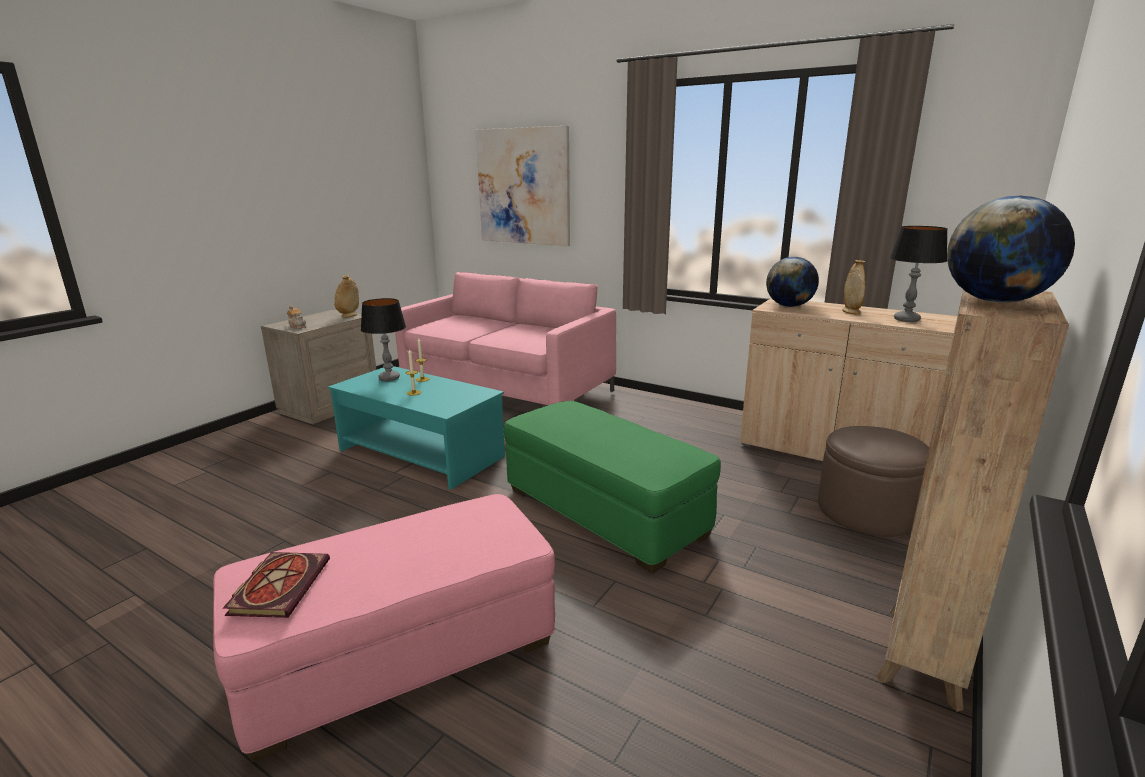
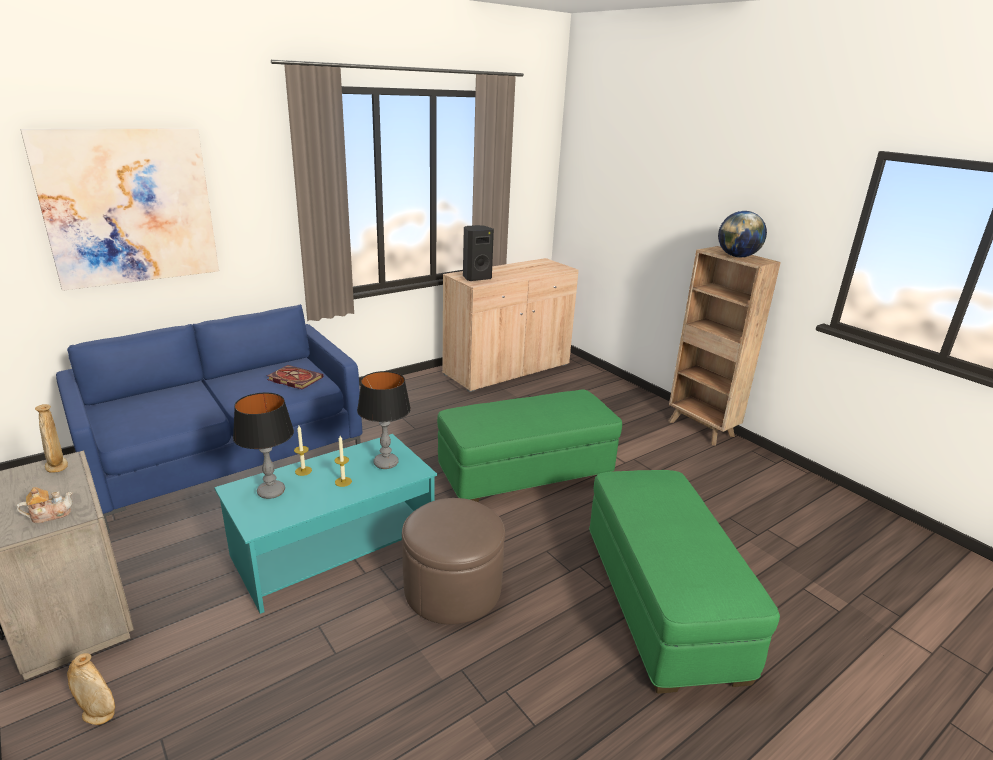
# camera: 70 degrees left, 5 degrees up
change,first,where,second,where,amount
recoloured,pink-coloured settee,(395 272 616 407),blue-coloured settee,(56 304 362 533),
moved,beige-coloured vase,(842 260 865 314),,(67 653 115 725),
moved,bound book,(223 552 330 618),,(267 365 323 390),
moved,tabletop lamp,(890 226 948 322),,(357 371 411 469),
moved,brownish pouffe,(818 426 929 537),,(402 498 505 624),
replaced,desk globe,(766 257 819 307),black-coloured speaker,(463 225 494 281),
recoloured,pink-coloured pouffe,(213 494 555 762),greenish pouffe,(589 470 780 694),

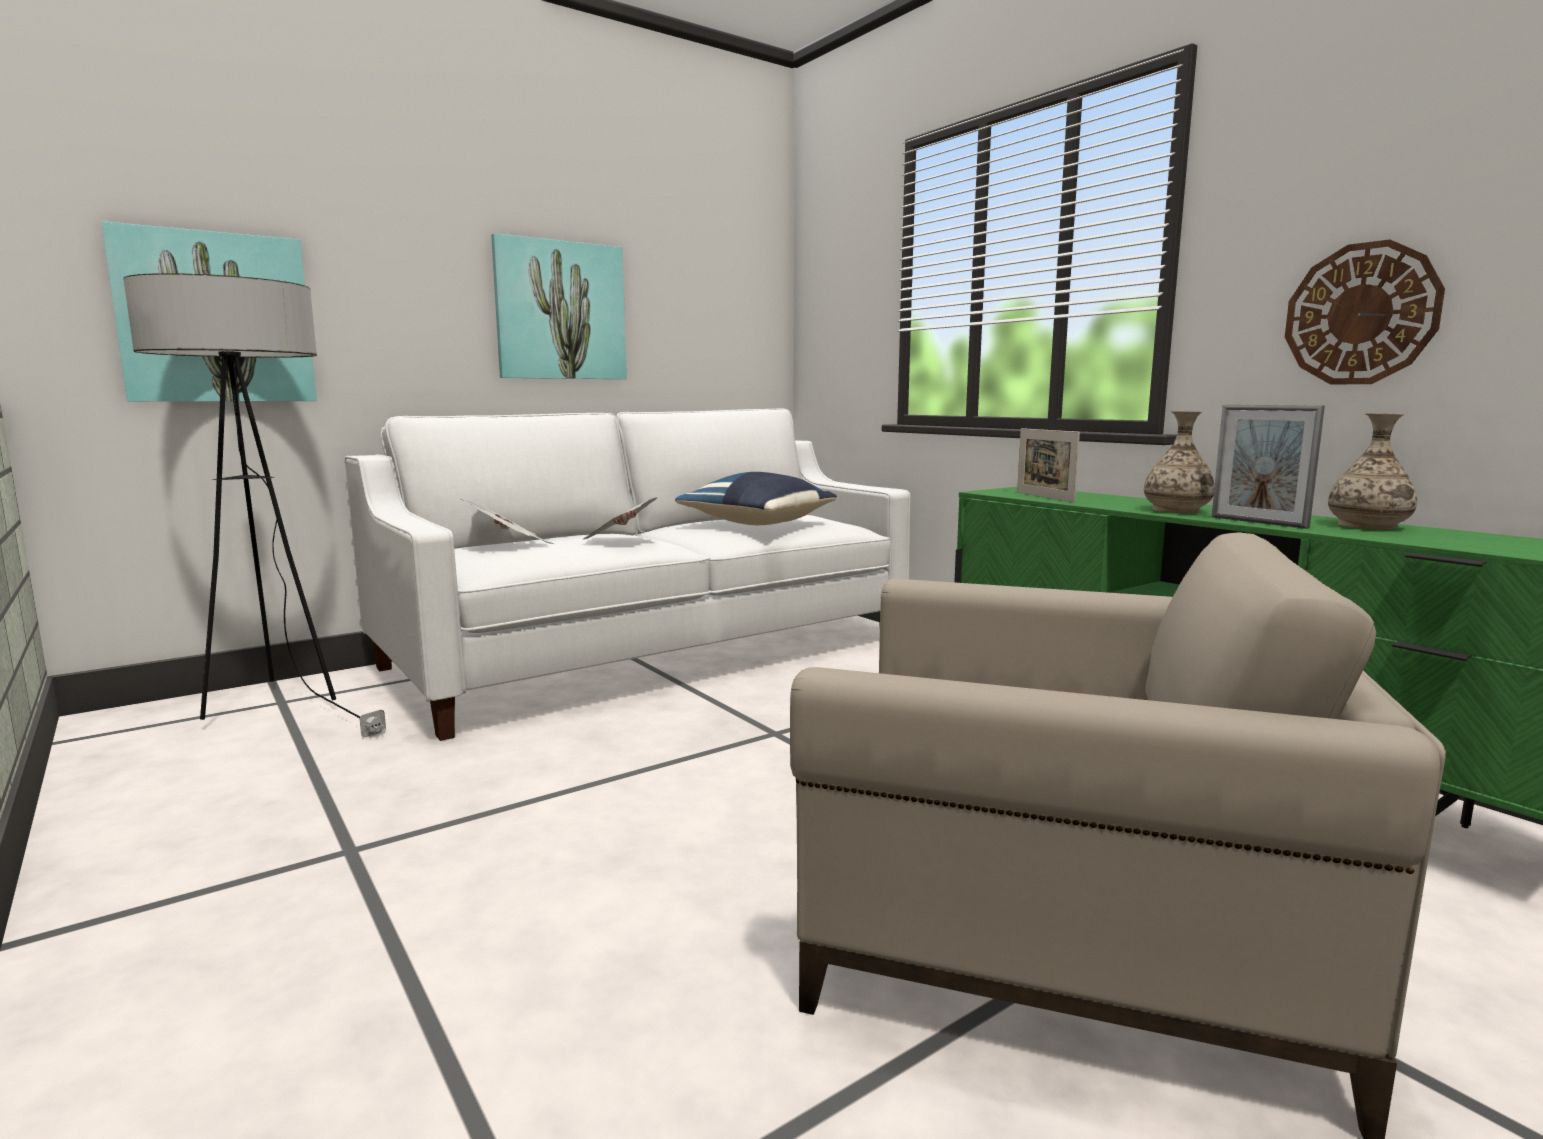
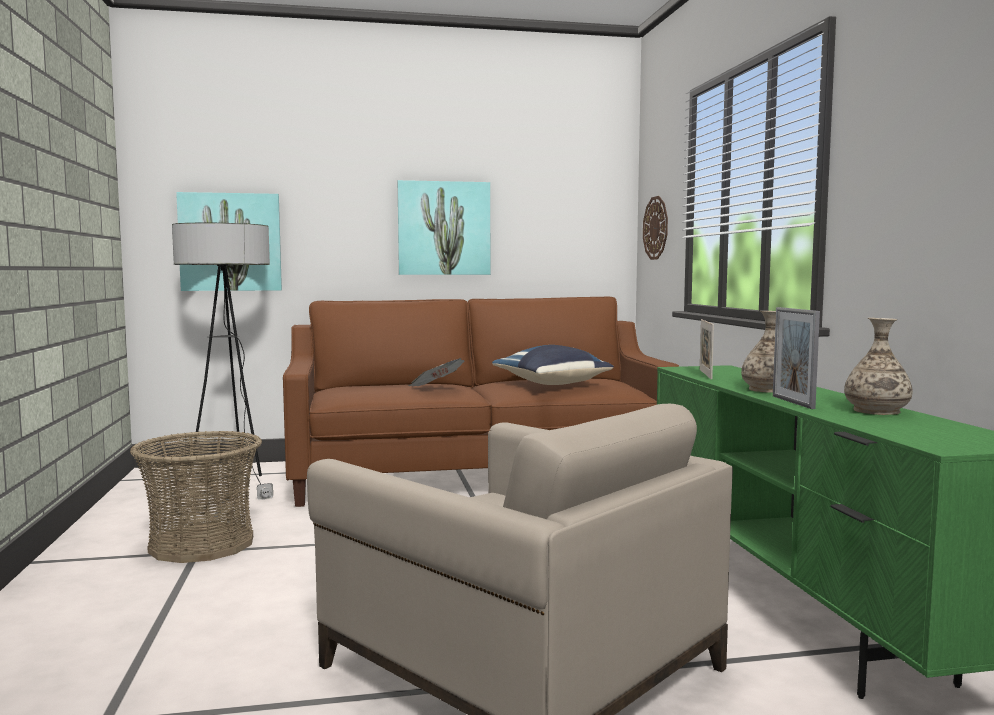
# camera: 25 degrees right, 5 degrees down
change,first,where,second,where,amount
added,,,household basket,(130 431 262 563),
recoloured,whitish settee,(345 409 911 741),brownish settee,(283 297 679 507),
moved,clock on the wall,(1285 239 1445 385),,(643 196 668 260),
removed,daily paper,(460 499 554 544),,,

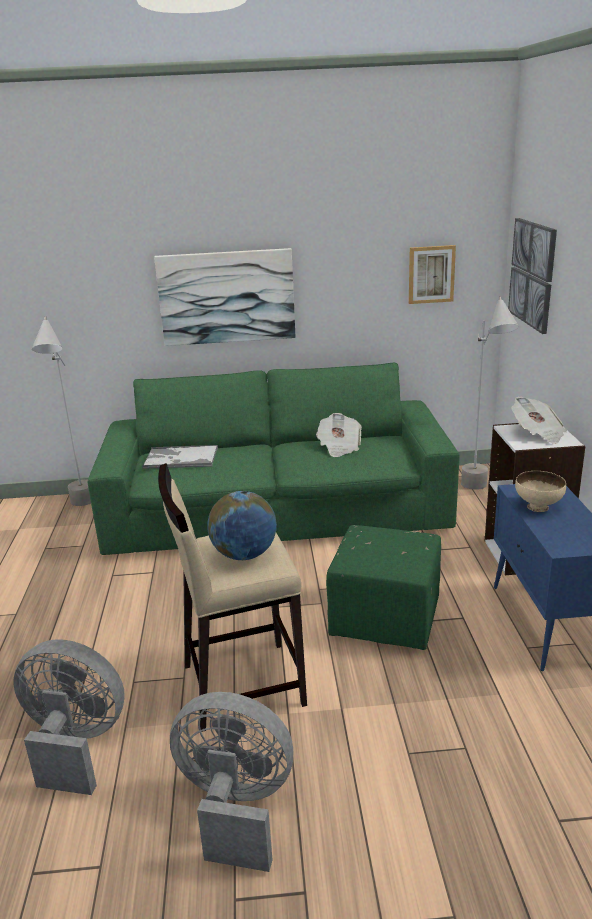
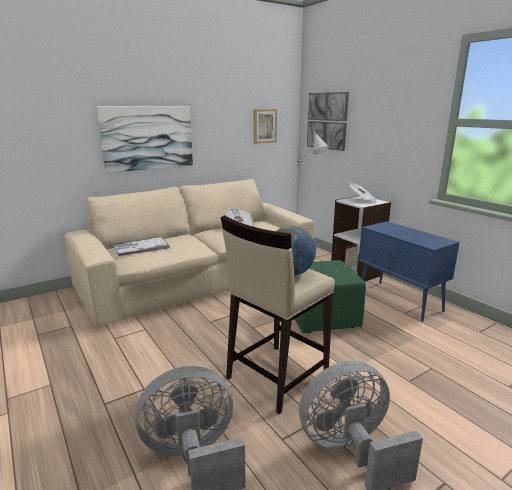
# camera: 30 degrees left, 5 degrees down
change,first,where,second,where,amount
recoloured,greenish settee,(88 363 460 555),beige-coloured settee,(64 179 314 327),
removed,gray standing lamp,(32 316 91 506),,,
removed,beige-coloured bowl,(515 471 566 512),,,

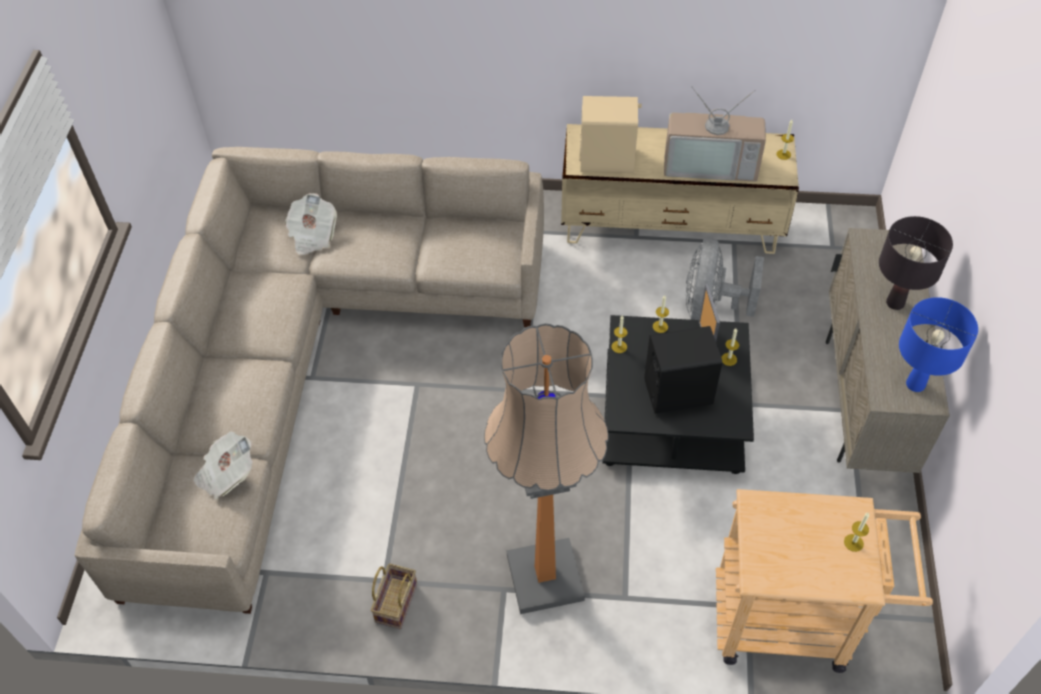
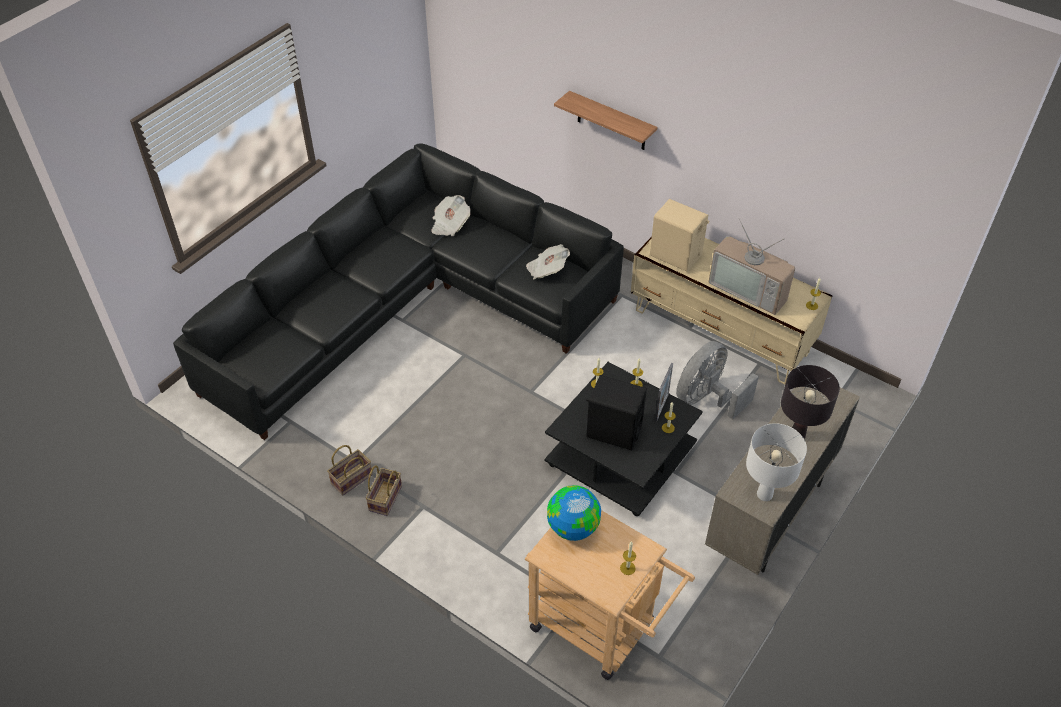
# camera: 30 degrees right, 5 degrees down
change,first,where,second,where,amount
recoloured,beige-coloured settee,(74 147 544 614),black-coloured settee,(173 143 624 440),
added,,,household basket,(366 465 402 516),
moved,daily paper,(193 431 253 500),,(526 244 570 280),
added,,,desk globe,(547 485 601 541),
added,,,wall shelf,(554 91 658 150),
recoloured,blue-coloured tabletop lamp,(899 297 978 392),whitish tabletop lamp,(746 423 807 501),
removed,standing lamp,(484 323 609 614),,,

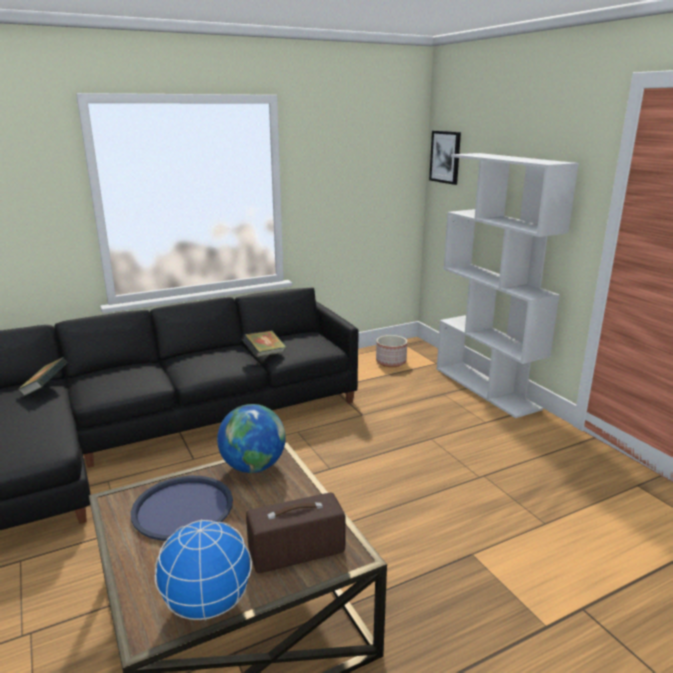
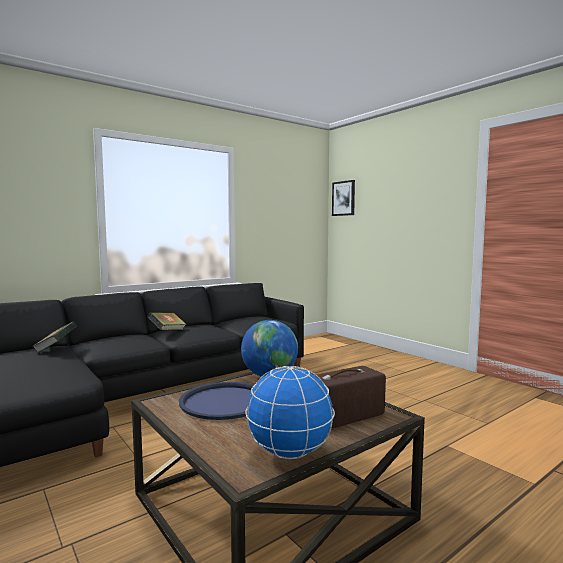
# camera: 10 degrees left, 15 degrees down
change,first,where,second,where,amount
moved,bound book,(242 331 286 357),,(148 312 186 330),
removed,flower pot,(376 335 407 367),,,
removed,whitish shelving unit,(437 153 579 418),,,

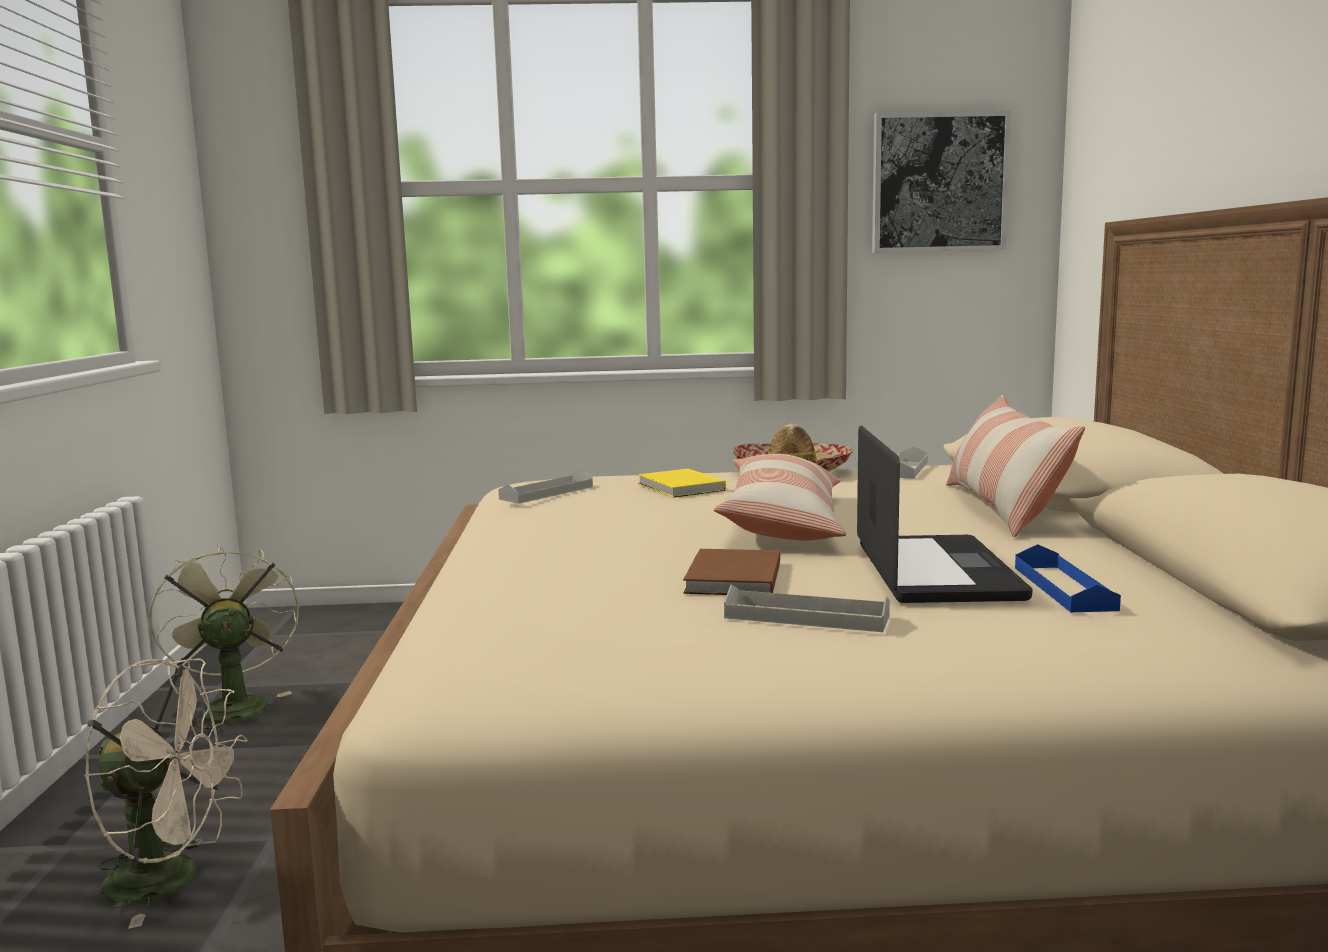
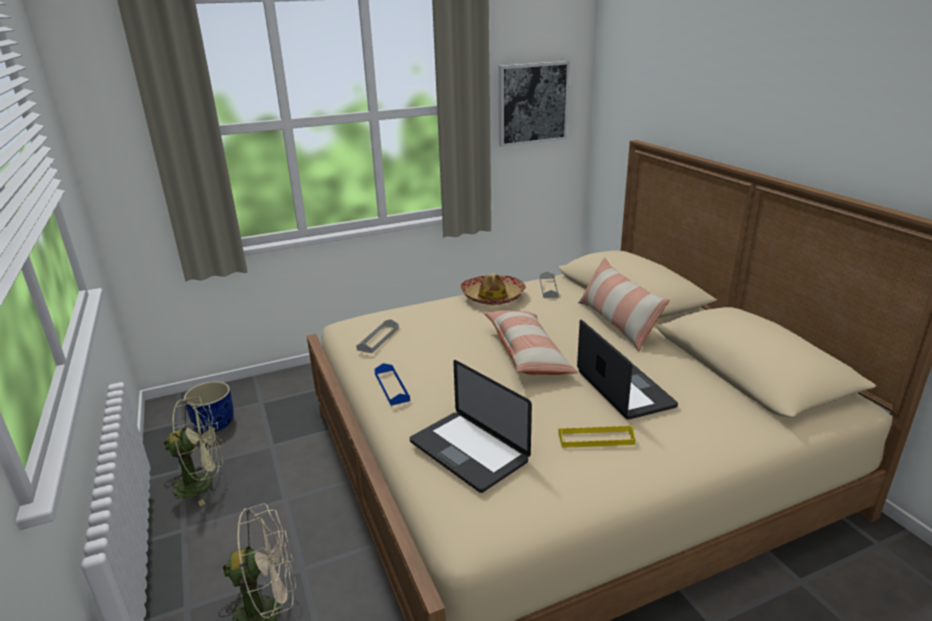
# camera: 20 degrees left, 15 degrees up
change,first,where,second,where,amount
turned,greenish fan,(149 544 299 733),,(163 396 224 506),120 degrees clockwise
added,,,blue-coloured flower pot,(184 381 234 433),
moved,blue-coloured serving tray,(1015 544 1121 612),,(374 363 410 406),
added,,,notebook computer,(410 360 532 493),
recoloured,gray serving tray,(724 585 890 632),yellowish serving tray,(558 425 635 448),
removed,yellowish bound book,(638 469 726 498),,,
removed,brownish bound book,(683 549 780 595),,,

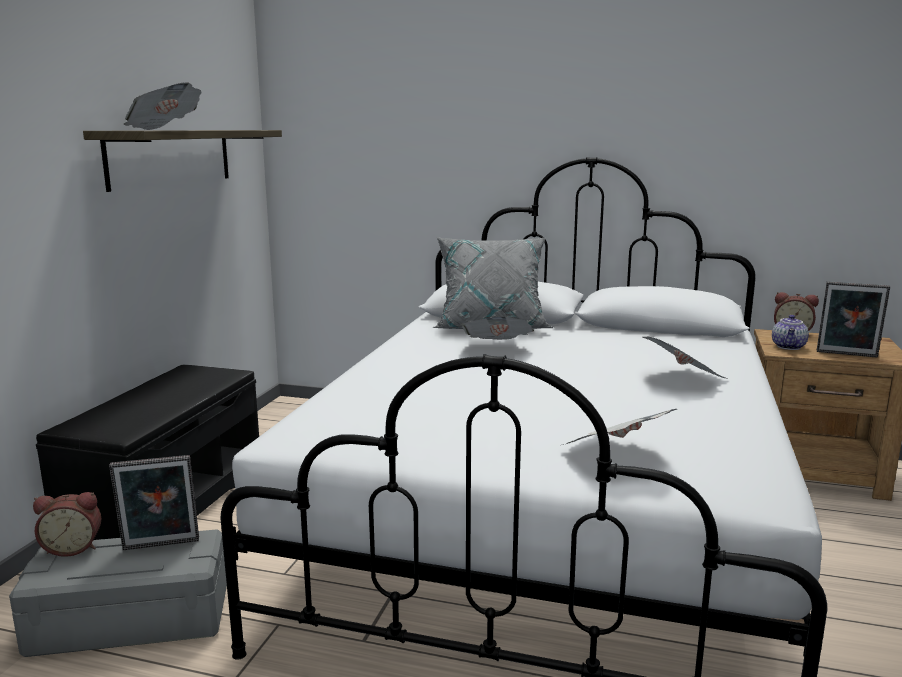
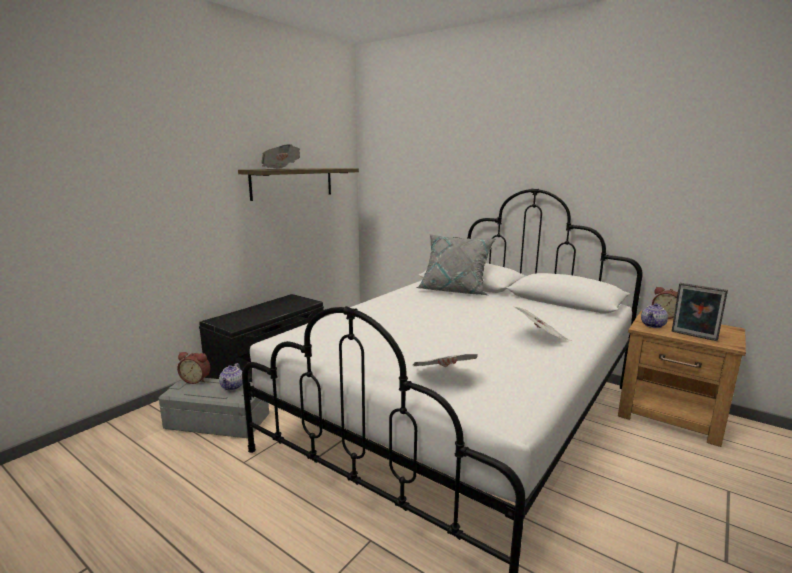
# camera: 20 degrees right, 0 degrees up
change,first,where,second,where,amount
replaced,standing frame,(109 455 199 550),pot for tea,(219 363 243 391),
removed,daily paper,(460 316 534 340),,,

